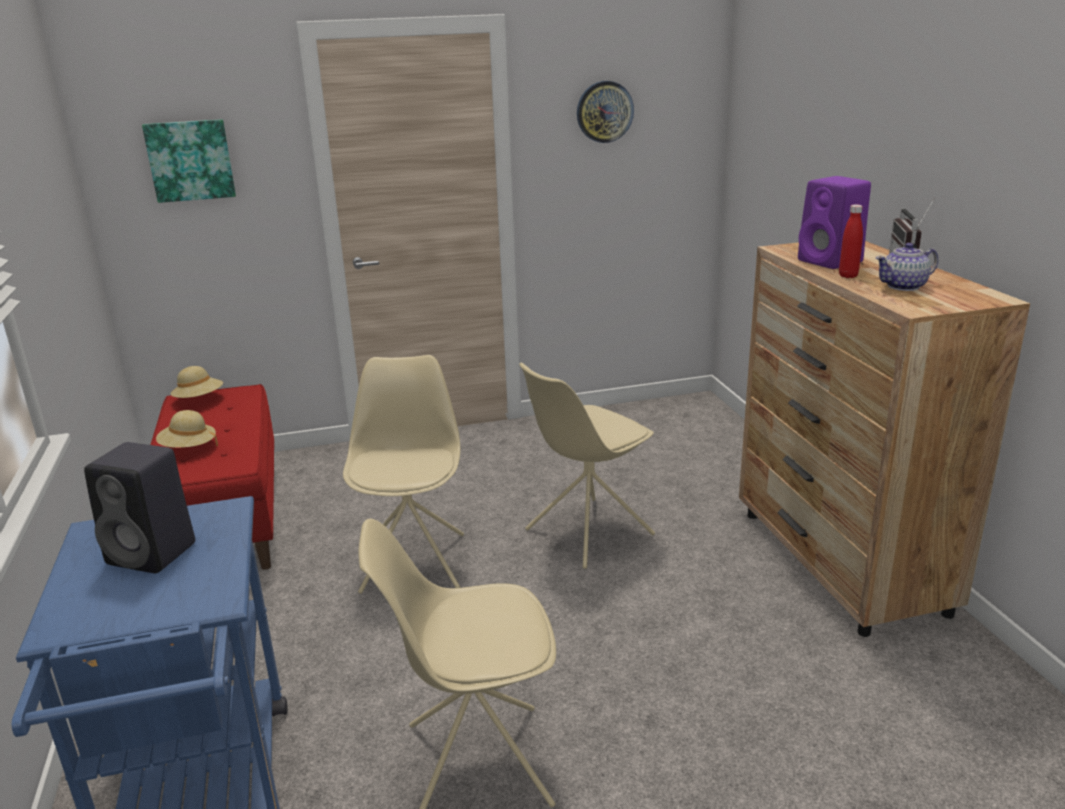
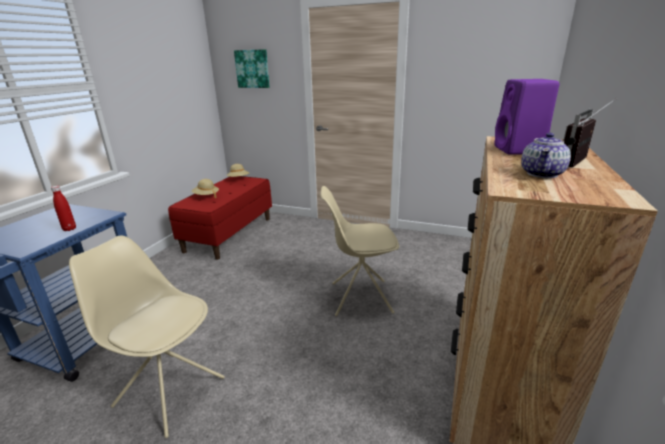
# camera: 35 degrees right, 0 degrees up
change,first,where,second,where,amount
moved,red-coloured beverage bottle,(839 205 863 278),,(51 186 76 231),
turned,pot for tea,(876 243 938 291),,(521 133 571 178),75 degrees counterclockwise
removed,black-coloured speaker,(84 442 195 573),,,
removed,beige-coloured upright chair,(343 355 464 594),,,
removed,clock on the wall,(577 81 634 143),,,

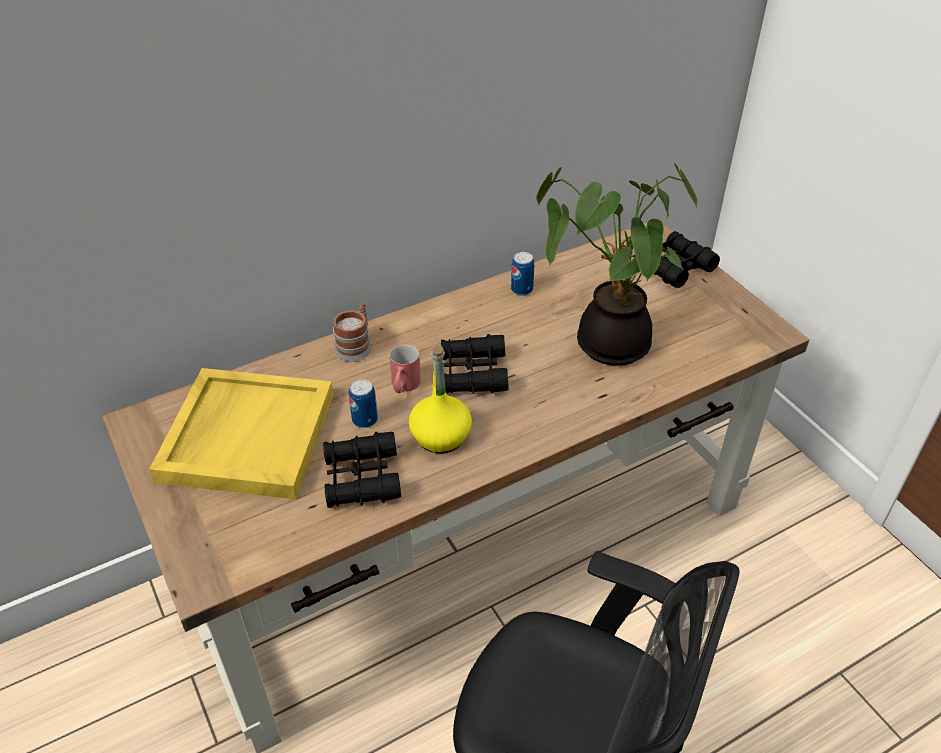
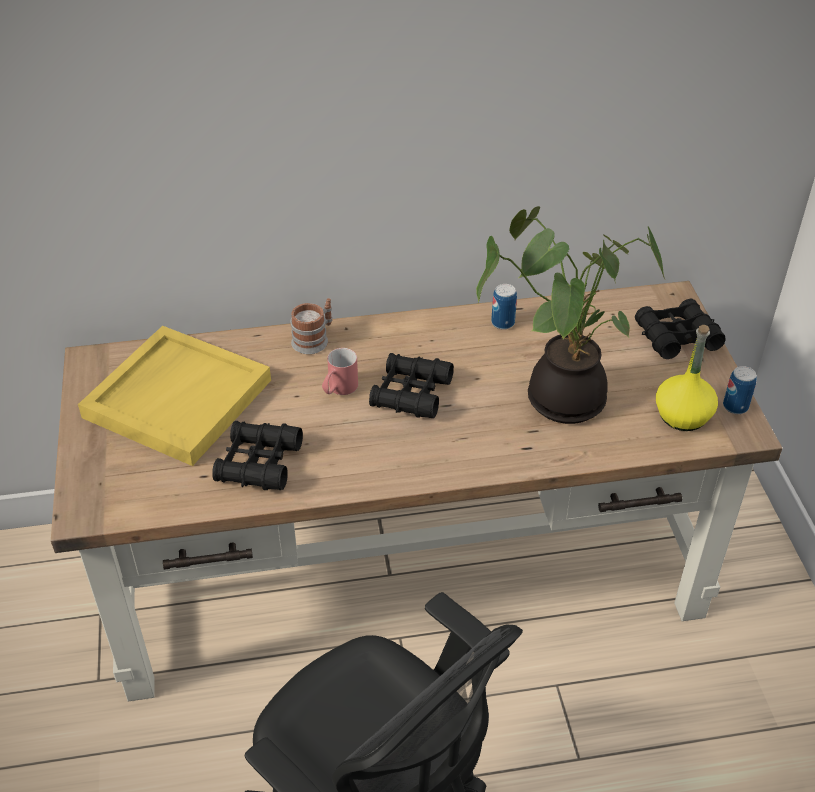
# camera: 20 degrees right, 0 degrees up
change,first,where,second,where,amount
moved,yellowish beverage bottle,(409 346 472 454),,(656 325 718 431),
moved,sealed can,(349 379 378 428),,(723 366 757 414),

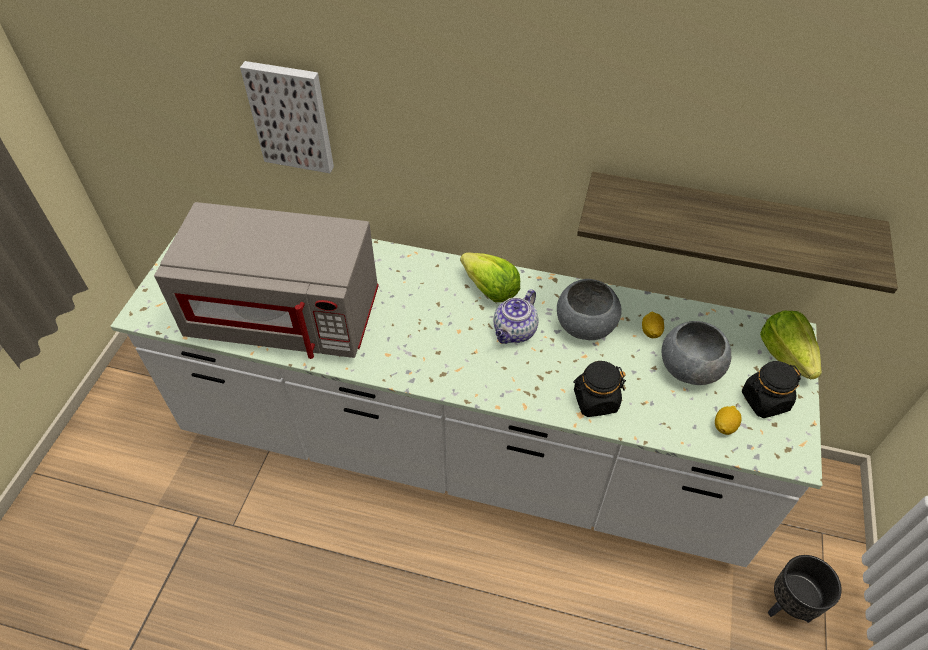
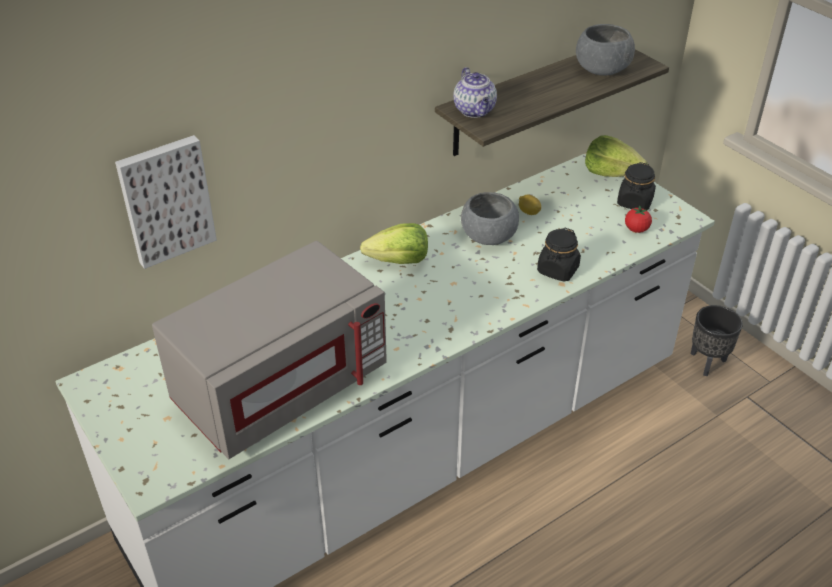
# camera: 50 degrees left, 10 degrees down
change,first,where,second,where,amount
moved,pot for tea,(494 289 539 344),,(453 67 497 118),
moved,gray bowl,(662 321 731 385),,(576 24 635 75),
replaced,citrus fruit,(715 406 742 435),whole tomato,(625 205 652 233),

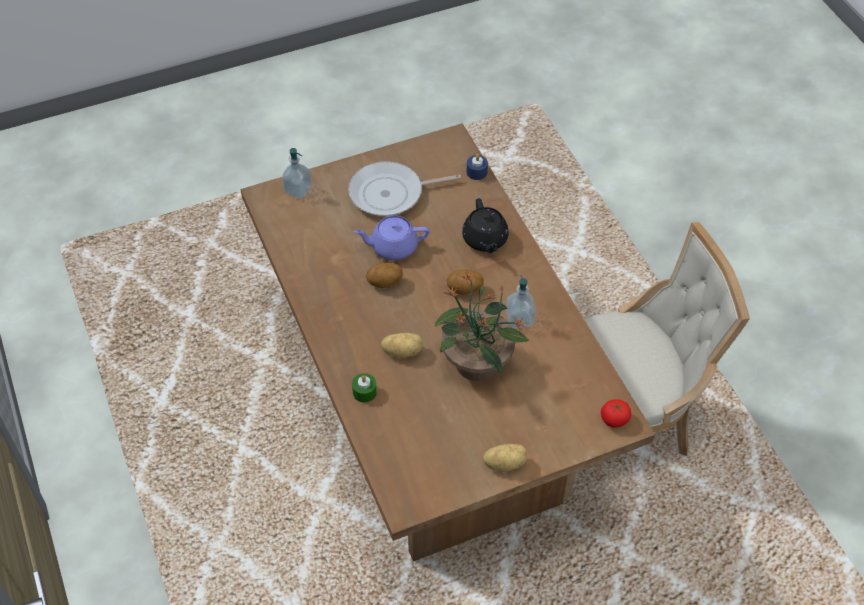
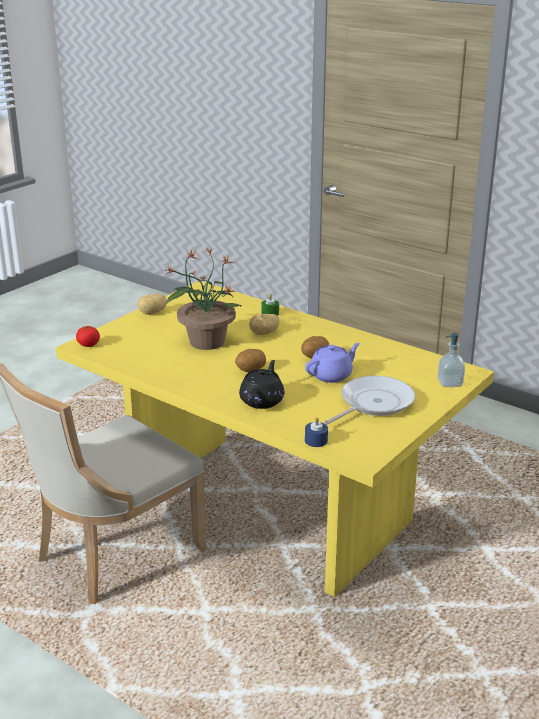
# camera: 150 degrees right, 25 degrees down
change,first,where,second,where,amount
recoloured,brownish kitchen table,(241 123 655 561),yellowish kitchen table,(56 281 494 597),
turned,black-coloured pot for tea,(462 198 509 253),,(239 360 284 409),60 degrees clockwise
removed,soap dispenser,(506 275 536 329),,,

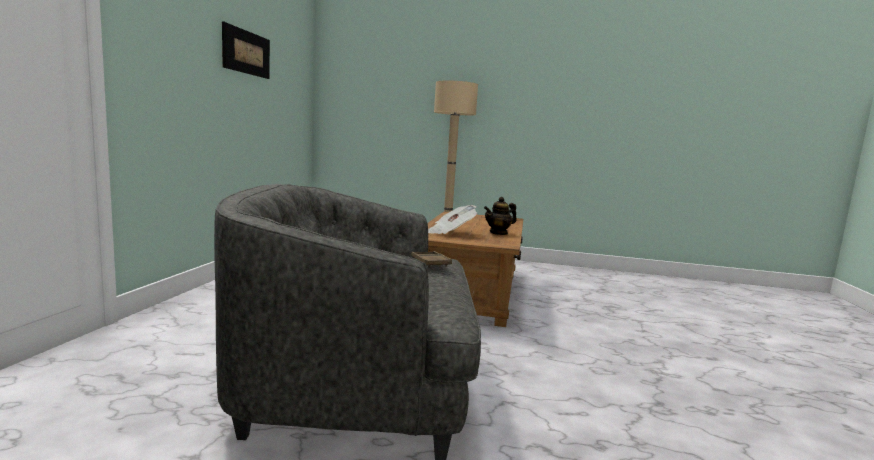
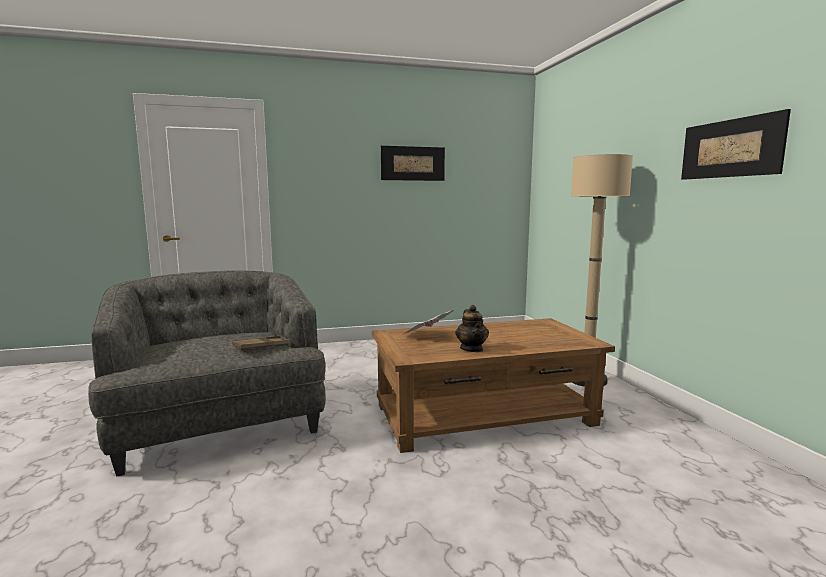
# camera: 65 degrees right, 0 degrees up
change,first,where,second,where,amount
turned,pot for tea,(484 197 517 235),,(455 305 489 352),135 degrees counterclockwise
added,,,picture,(681 109 791 180),

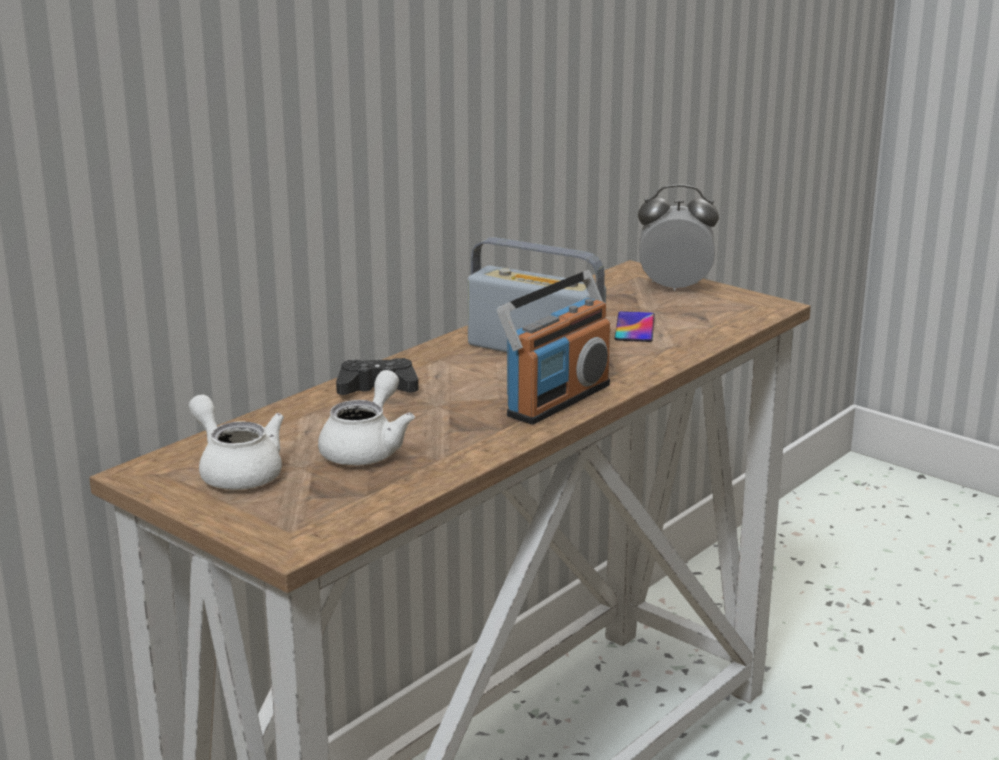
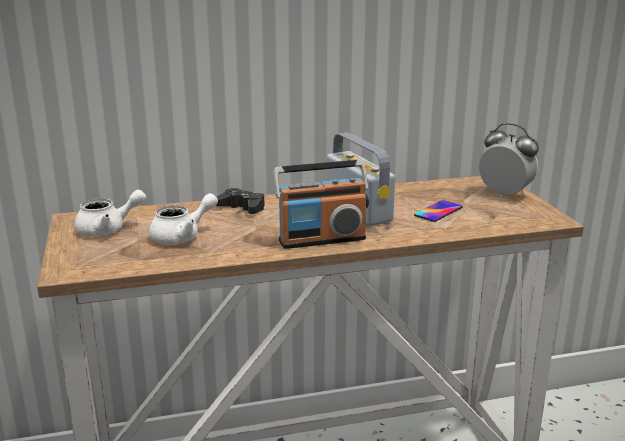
# camera: 35 degrees right, 0 degrees up
change,first,where,second,where,amount
turned,whitish pot for tea,(189 394 284 490),,(74 190 146 236),75 degrees clockwise

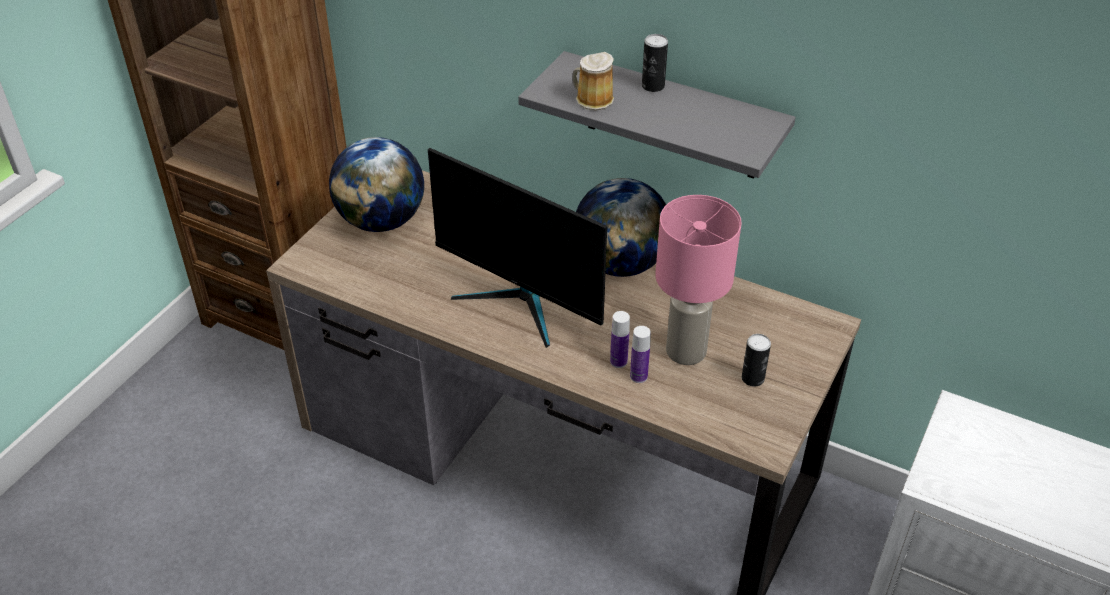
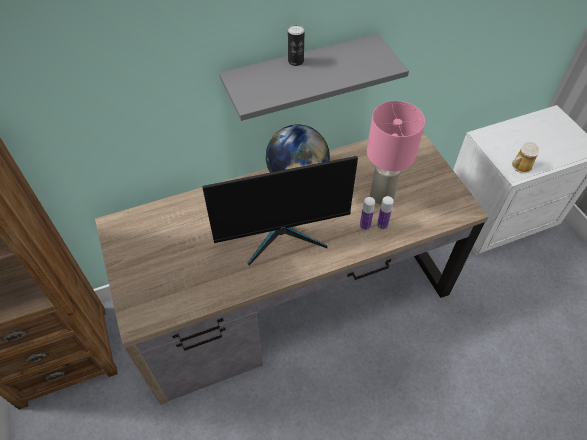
# camera: 50 degrees left, 10 degrees up
change,first,where,second,where,amount
moved,coffee mug,(572 52 614 110),,(512 142 539 173),
removed,desk globe,(329 137 424 232),,,
removed,sealed can,(742 334 771 387),,,

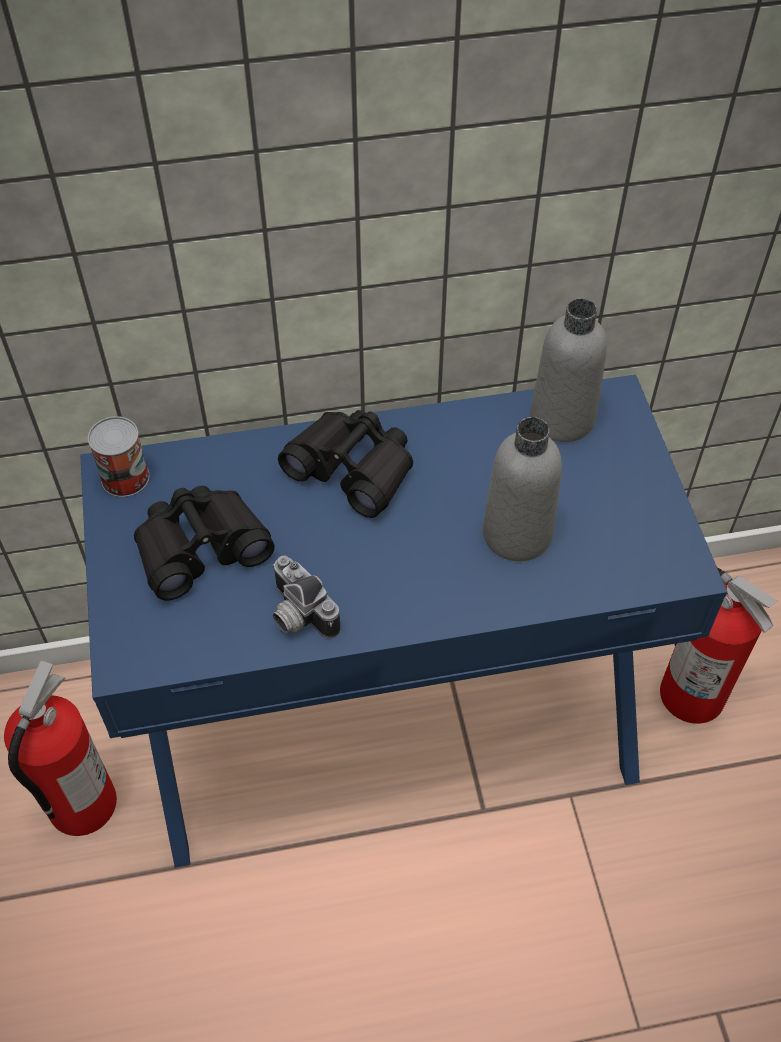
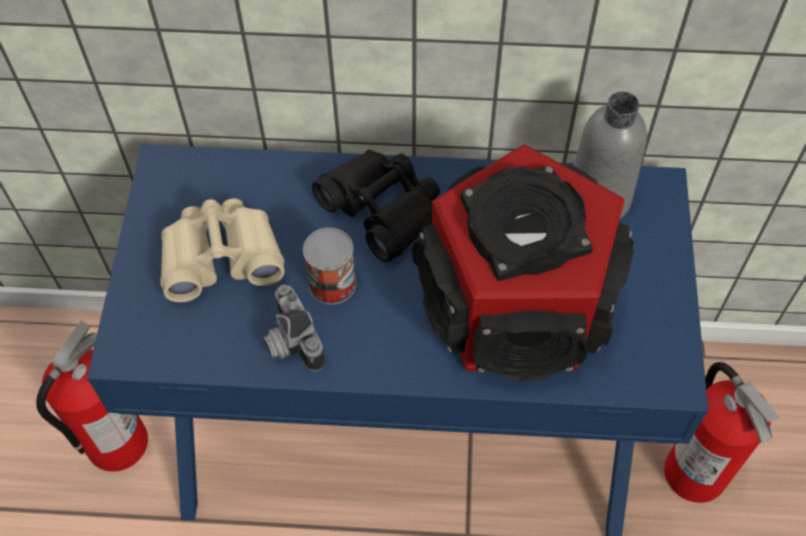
# camera: 15 degrees right, 5 degrees up
change,first,where,second,where,amount
recoloured,black-coloured field glasses,(134 486 274 601),beige-coloured field glasses,(160 198 285 303),
moved,sealed can,(88 416 150 497),,(303 227 356 305),
replaced,gray beverage bottle,(483 417 562 562),speaker,(412 144 634 381),

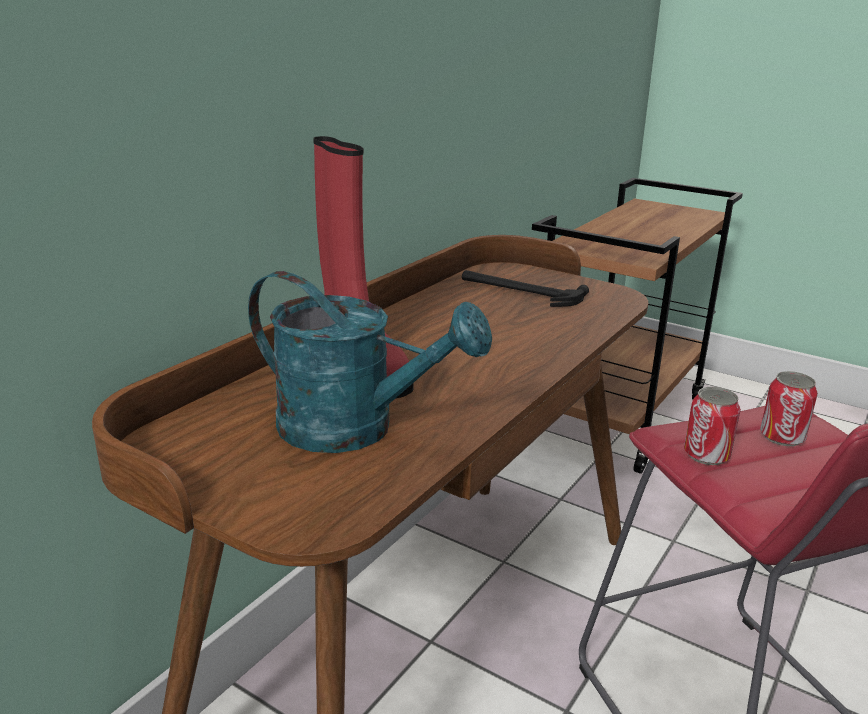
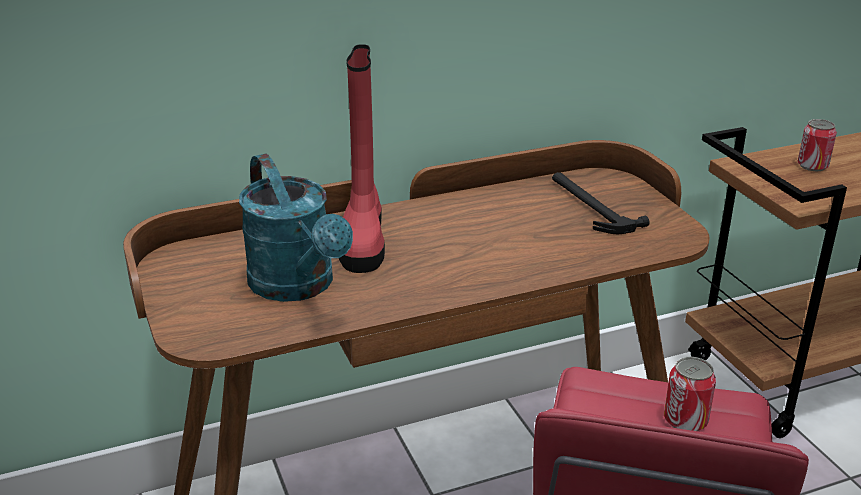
# camera: 35 degrees right, 5 degrees up
change,first,where,second,where,amount
moved,sealed can,(684 387 741 465),,(798 119 837 171),

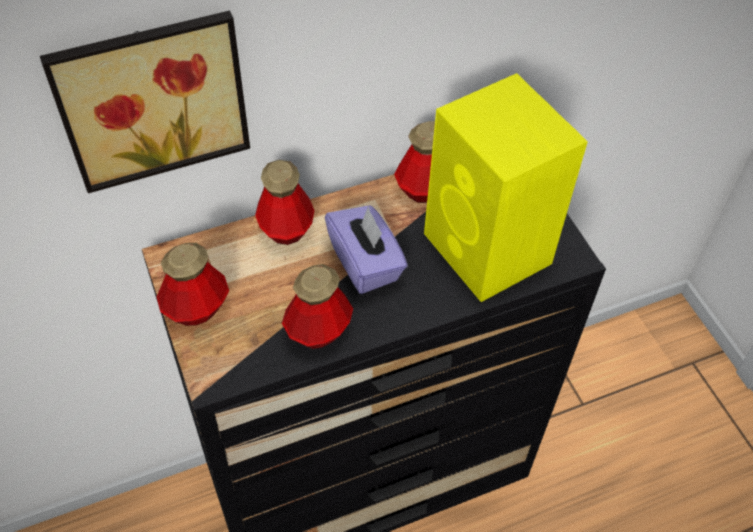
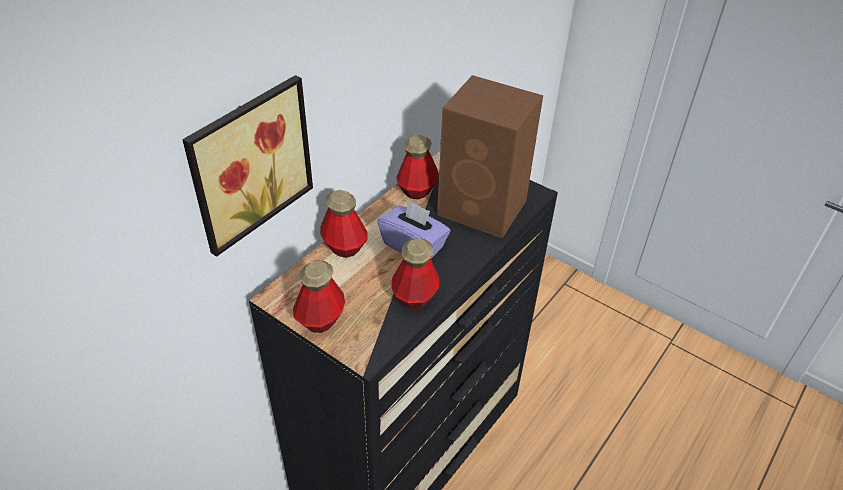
# camera: 30 degrees left, 10 degrees down
change,first,where,second,where,amount
recoloured,yellowish speaker,(424 73 588 302),brownish speaker,(437 75 543 238),

